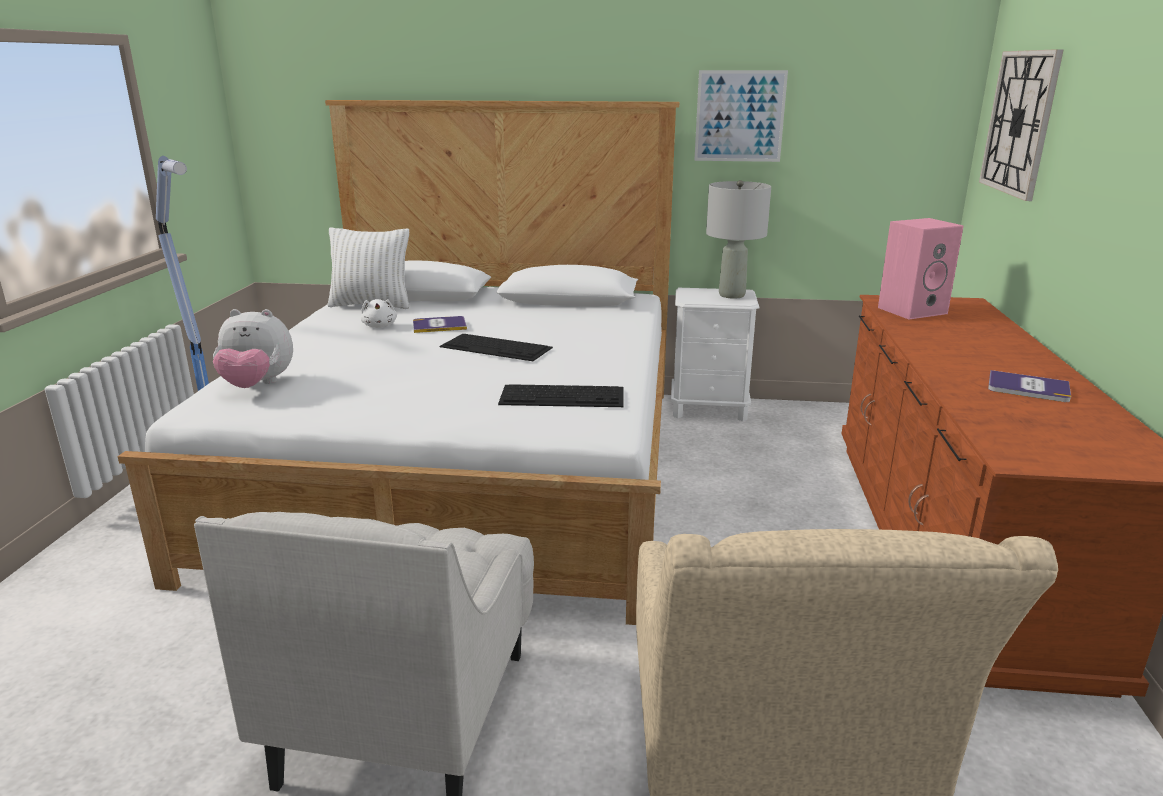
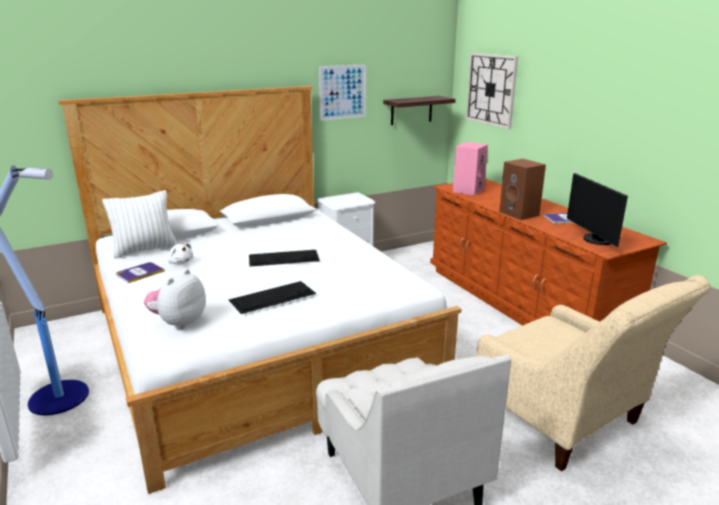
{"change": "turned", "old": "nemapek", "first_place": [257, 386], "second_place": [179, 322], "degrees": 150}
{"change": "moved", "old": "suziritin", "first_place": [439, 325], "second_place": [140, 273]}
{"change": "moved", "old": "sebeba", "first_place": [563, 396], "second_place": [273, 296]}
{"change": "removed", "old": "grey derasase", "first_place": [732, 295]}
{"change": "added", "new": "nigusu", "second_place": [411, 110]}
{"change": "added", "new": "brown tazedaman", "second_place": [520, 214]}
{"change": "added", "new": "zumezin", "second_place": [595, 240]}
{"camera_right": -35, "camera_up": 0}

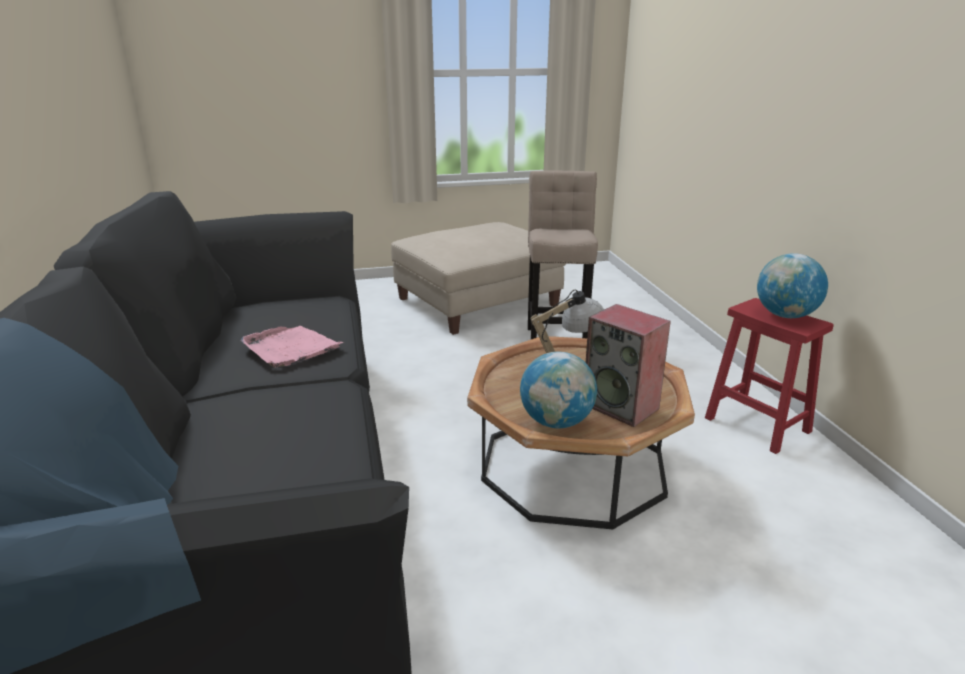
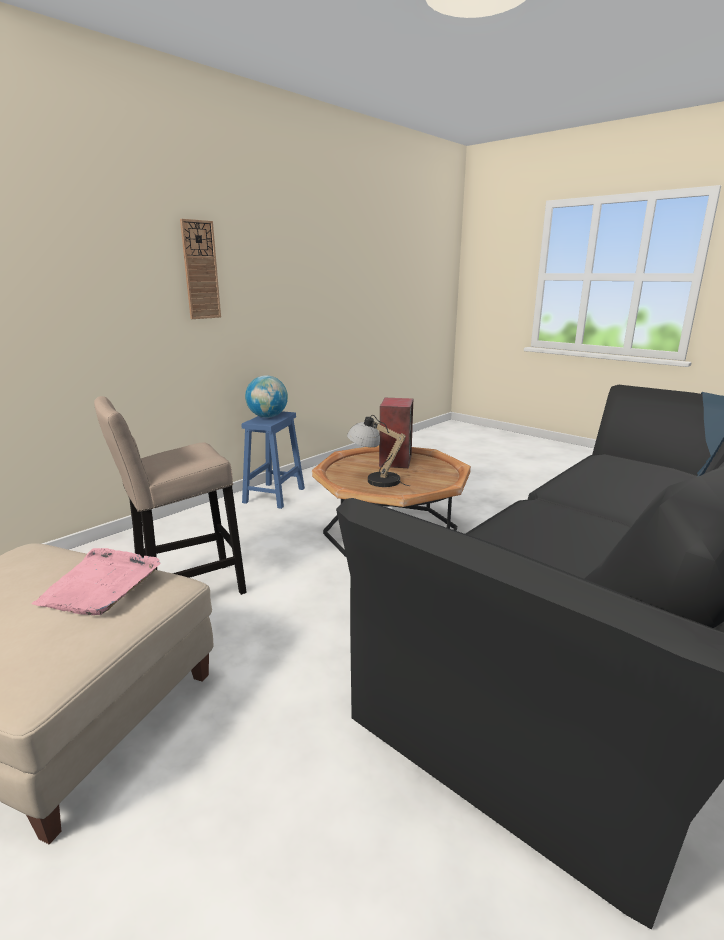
{"change": "moved", "old": "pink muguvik", "first_place": [290, 348], "second_place": [101, 584]}
{"change": "removed", "old": "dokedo", "first_place": [556, 422]}
{"change": "recoloured", "old": "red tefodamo", "new": "blue tefodamo", "first_place": [759, 425], "second_place": [274, 495]}
{"change": "added", "new": "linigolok", "second_place": [200, 270]}
{"camera_right": -125, "camera_up": -5}

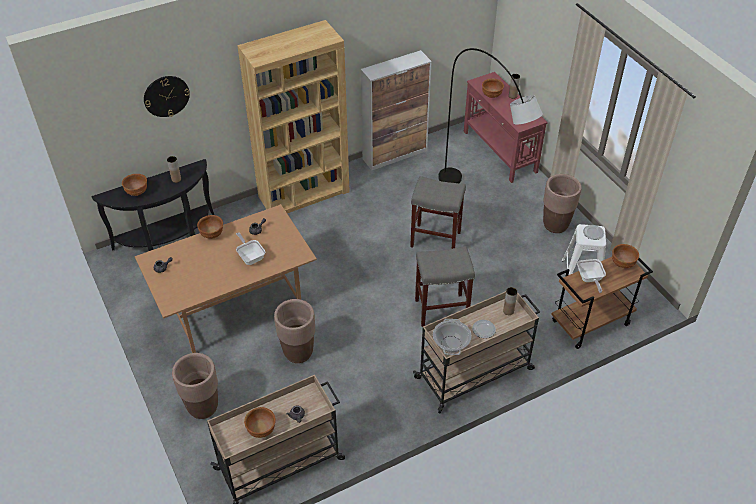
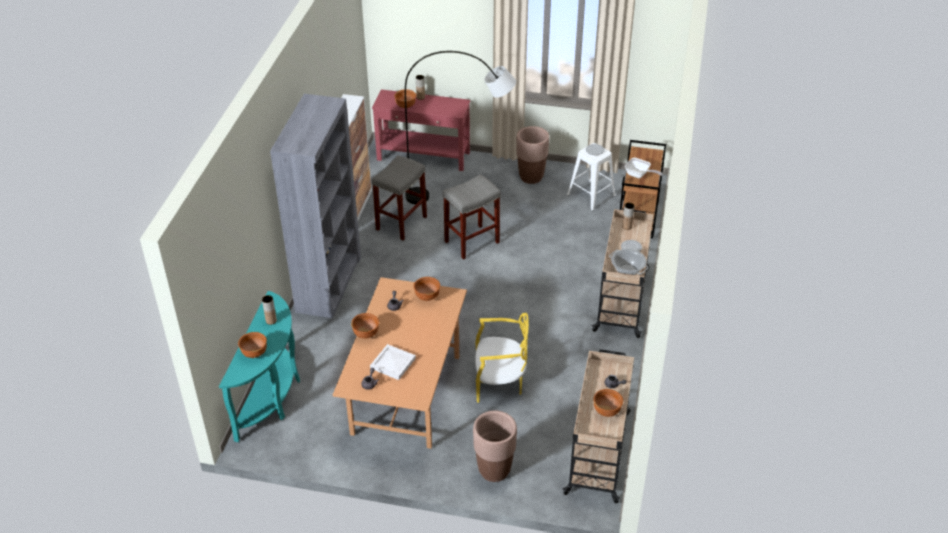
{"change": "recoloured", "old": "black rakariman", "new": "turquoise rakariman", "first_place": [168, 239], "second_place": [272, 397]}
{"change": "removed", "old": "linigolok", "first_place": [166, 96]}
{"change": "removed", "old": "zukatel", "first_place": [250, 256]}
{"change": "recoloured", "old": "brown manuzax", "new": "grey manuzax", "first_place": [304, 194], "second_place": [329, 284]}
{"change": "replaced", "old": "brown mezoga", "new": "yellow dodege", "first_place": [298, 353], "second_place": [499, 382]}
{"change": "moved", "old": "grey tefodamo", "first_place": [442, 309], "second_place": [401, 222]}
{"change": "moved", "old": "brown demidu", "first_place": [623, 263], "second_place": [427, 296]}
{"change": "added", "new": "white muguvik", "second_place": [392, 363]}
{"camera_right": -50, "camera_up": -5}

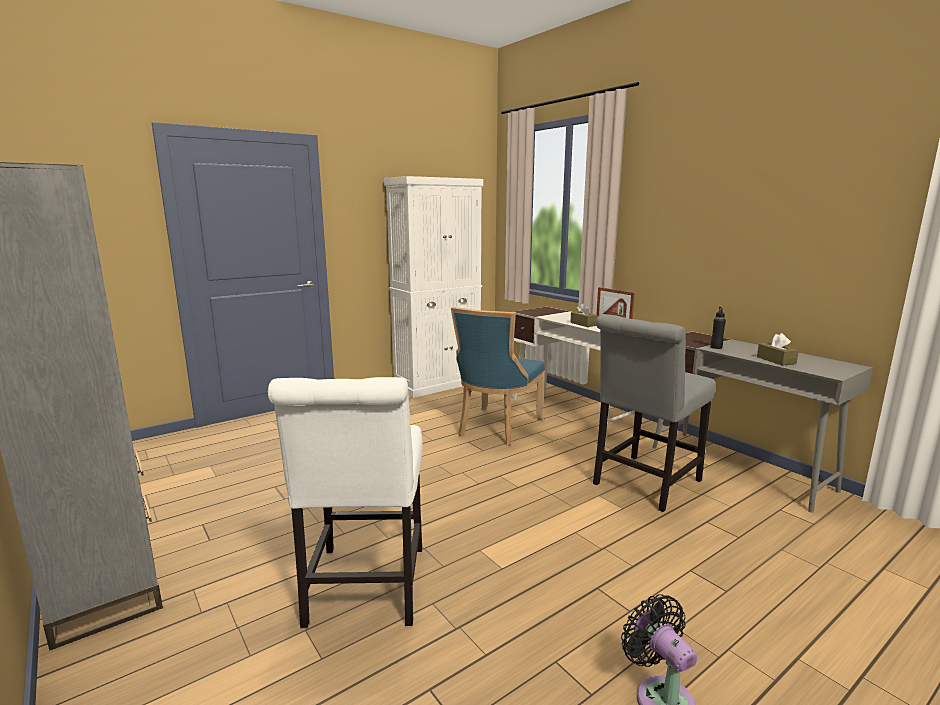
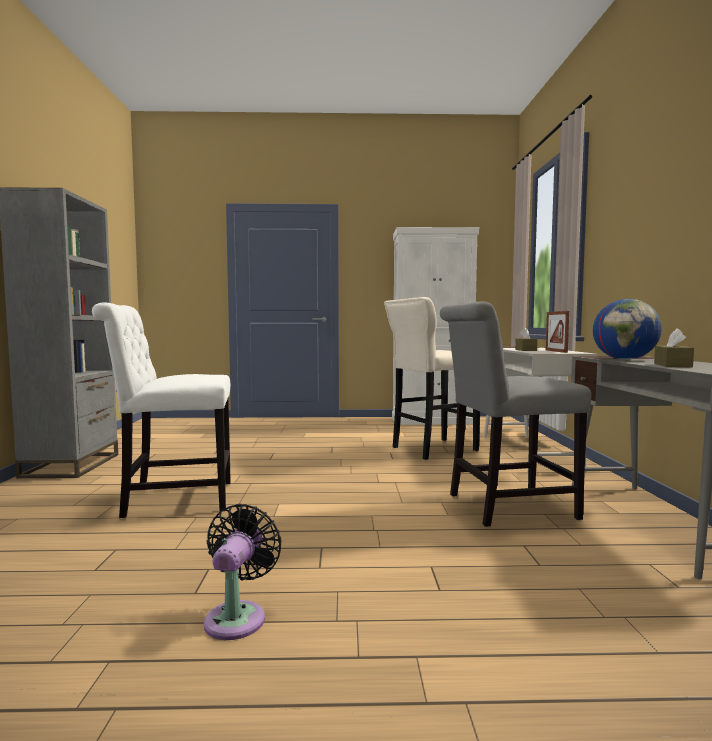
{"change": "turned", "old": "white dodege", "first_place": [364, 590], "second_place": [173, 500], "degrees": 45}
{"change": "replaced", "old": "blue dodege", "new": "beige tefodamo", "first_place": [497, 428], "second_place": [431, 449]}
{"change": "replaced", "old": "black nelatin", "new": "dokedo", "first_place": [716, 347], "second_place": [625, 359]}
{"camera_right": 35, "camera_up": -10}

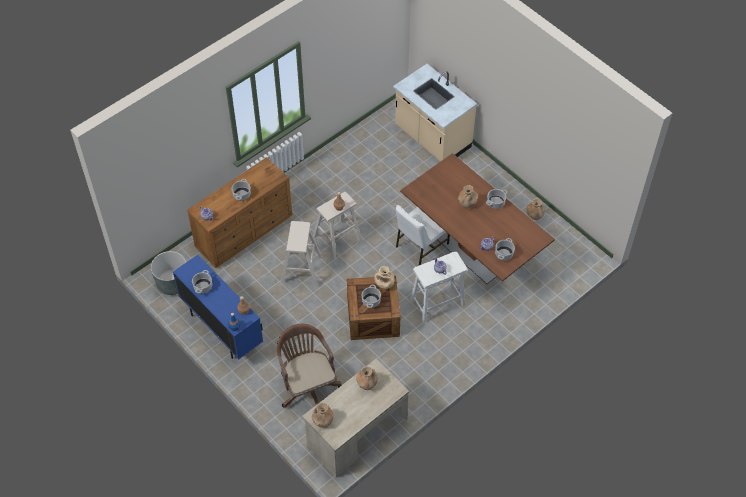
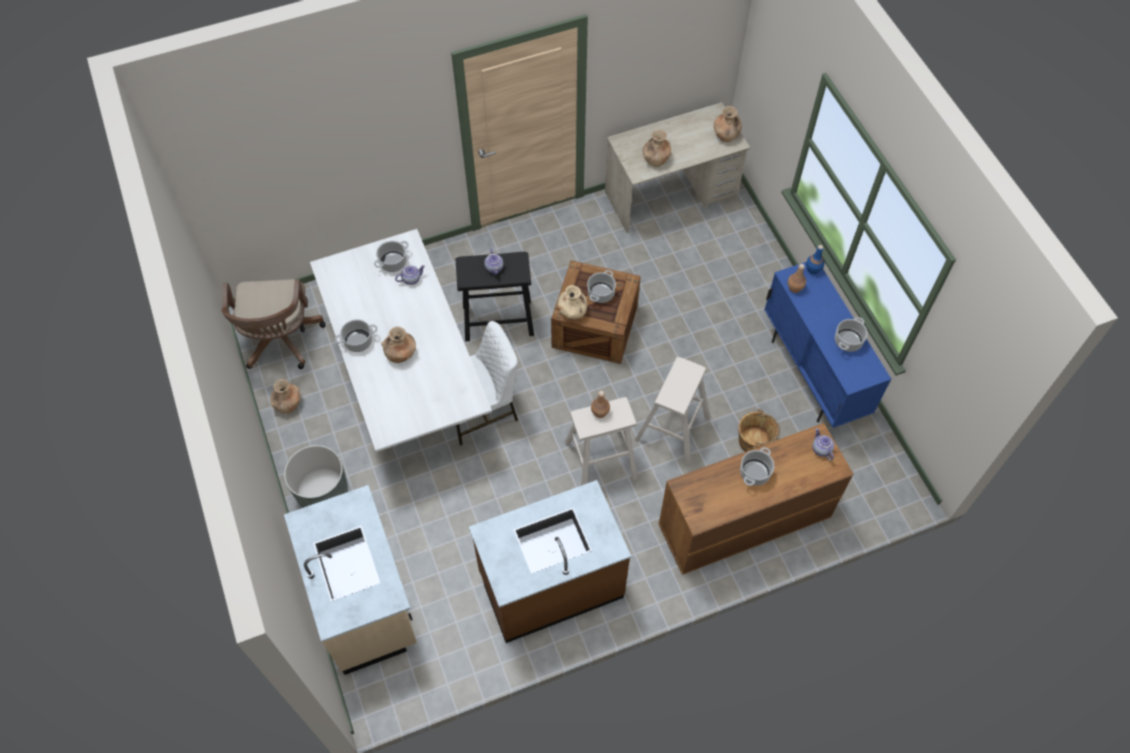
{"change": "moved", "old": "grey mezoga", "first_place": [172, 283], "second_place": [323, 492]}
{"change": "moved", "old": "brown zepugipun", "first_place": [307, 386], "second_place": [280, 341]}
{"change": "recoloured", "old": "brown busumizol", "new": "white busumizol", "first_place": [472, 248], "second_place": [409, 381]}
{"change": "recoloured", "old": "white tefodamo", "new": "black tefodamo", "first_place": [437, 302], "second_place": [498, 319]}
{"change": "added", "new": "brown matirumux", "second_place": [550, 584]}
{"change": "added", "new": "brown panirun", "second_place": [754, 441]}
{"camera_right": -160, "camera_up": 5}

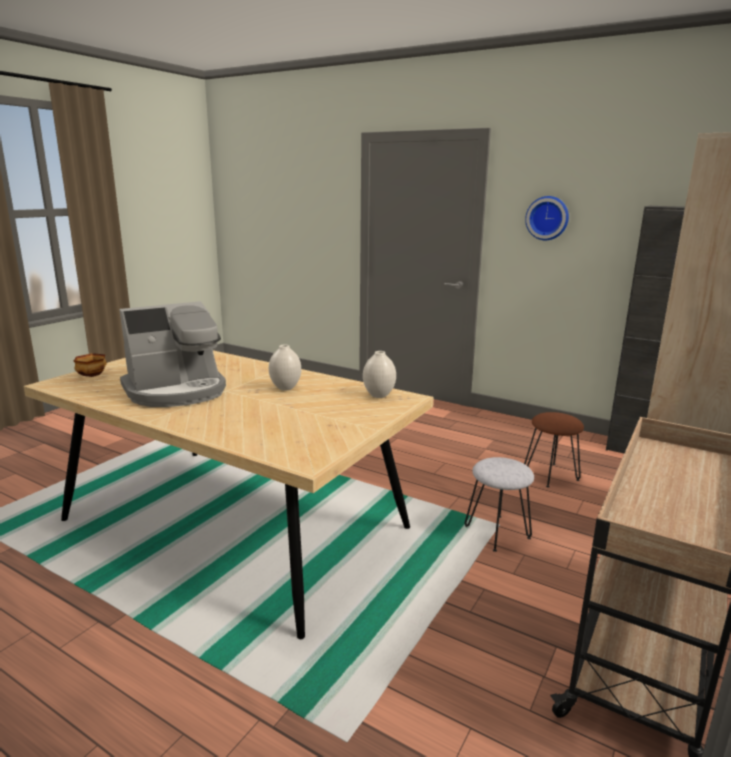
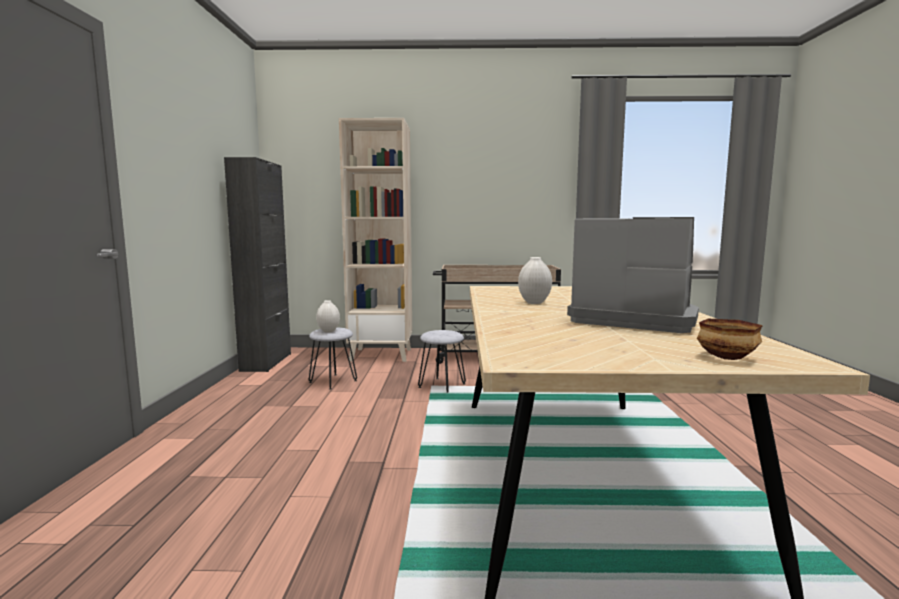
{"change": "moved", "old": "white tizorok", "first_place": [379, 395], "second_place": [328, 331]}
{"change": "recoloured", "old": "brown tefodamo", "new": "grey tefodamo", "first_place": [551, 475], "second_place": [333, 381]}
{"change": "removed", "old": "linigolok", "first_place": [547, 218]}
{"camera_right": -120, "camera_up": -10}

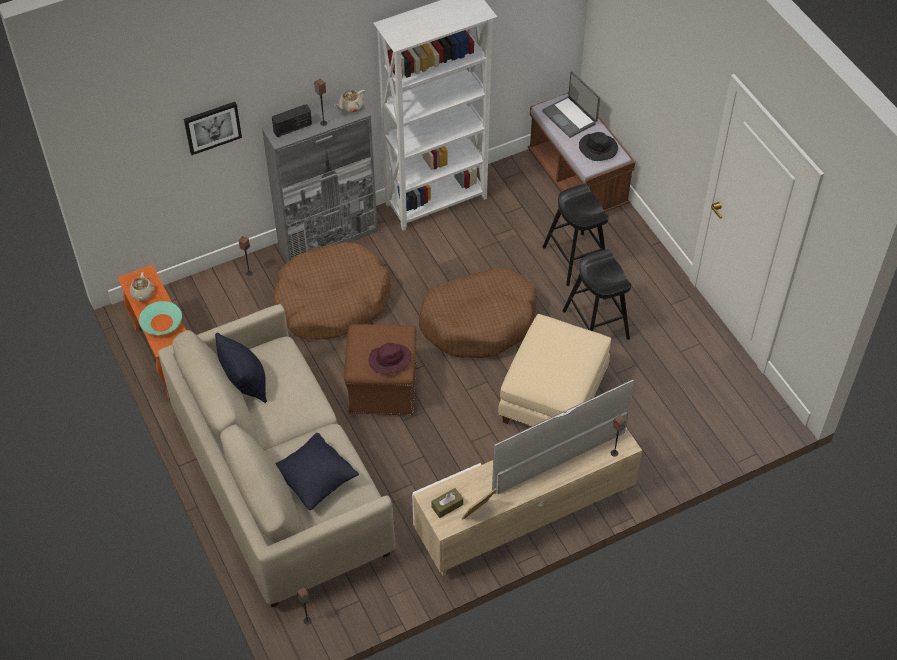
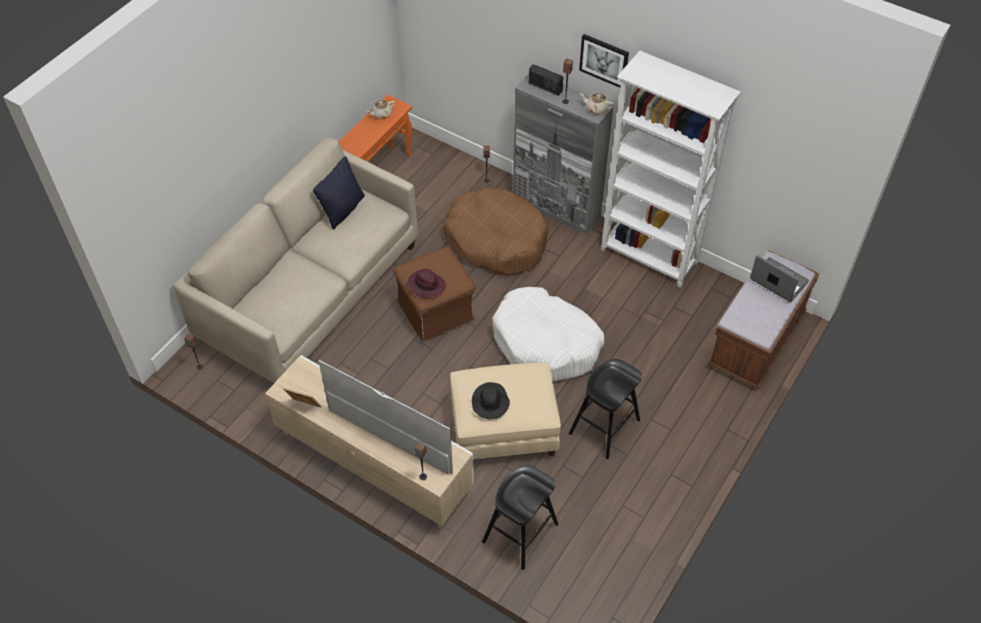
{"change": "removed", "old": "turquoise demidu", "first_place": [161, 322]}
{"change": "moved", "old": "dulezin", "first_place": [212, 127], "second_place": [604, 60]}
{"change": "removed", "old": "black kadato", "first_place": [315, 480]}
{"change": "recoloured", "old": "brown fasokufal", "new": "white fasokufal", "first_place": [479, 322], "second_place": [546, 343]}
{"change": "removed", "old": "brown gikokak", "first_place": [447, 506]}
{"change": "turned", "old": "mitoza", "first_place": [570, 117], "second_place": [778, 281], "degrees": 105}
{"change": "moved", "old": "black tefodamo", "first_place": [575, 259], "second_place": [520, 533]}
{"change": "moved", "old": "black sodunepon", "first_place": [598, 149], "second_place": [490, 403]}
{"camera_right": 60, "camera_up": 0}

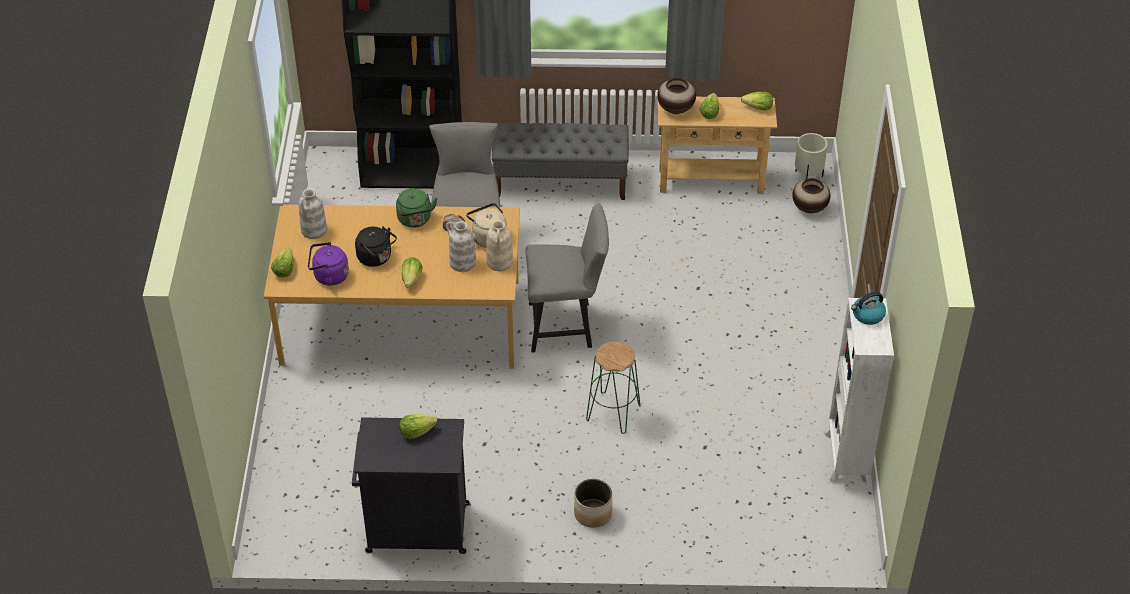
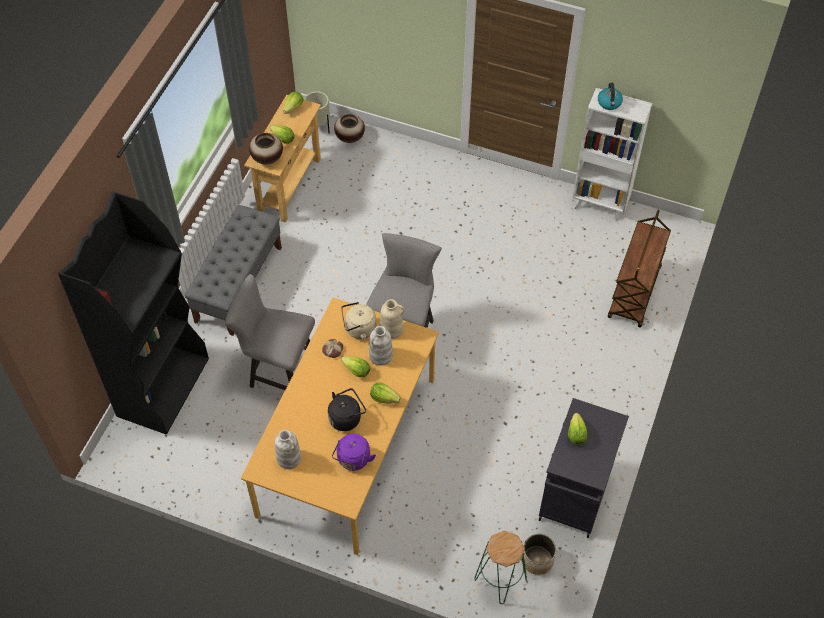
{"change": "moved", "old": "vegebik", "first_place": [284, 270], "second_place": [356, 371]}
{"change": "removed", "old": "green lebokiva", "first_place": [415, 220]}
{"change": "moved", "old": "mezoga", "first_place": [593, 514], "second_place": [537, 560]}
{"change": "moved", "old": "green tefodamo", "first_place": [612, 413], "second_place": [500, 579]}
{"change": "added", "new": "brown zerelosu", "second_place": [634, 293]}
{"camera_right": -70, "camera_up": 10}

